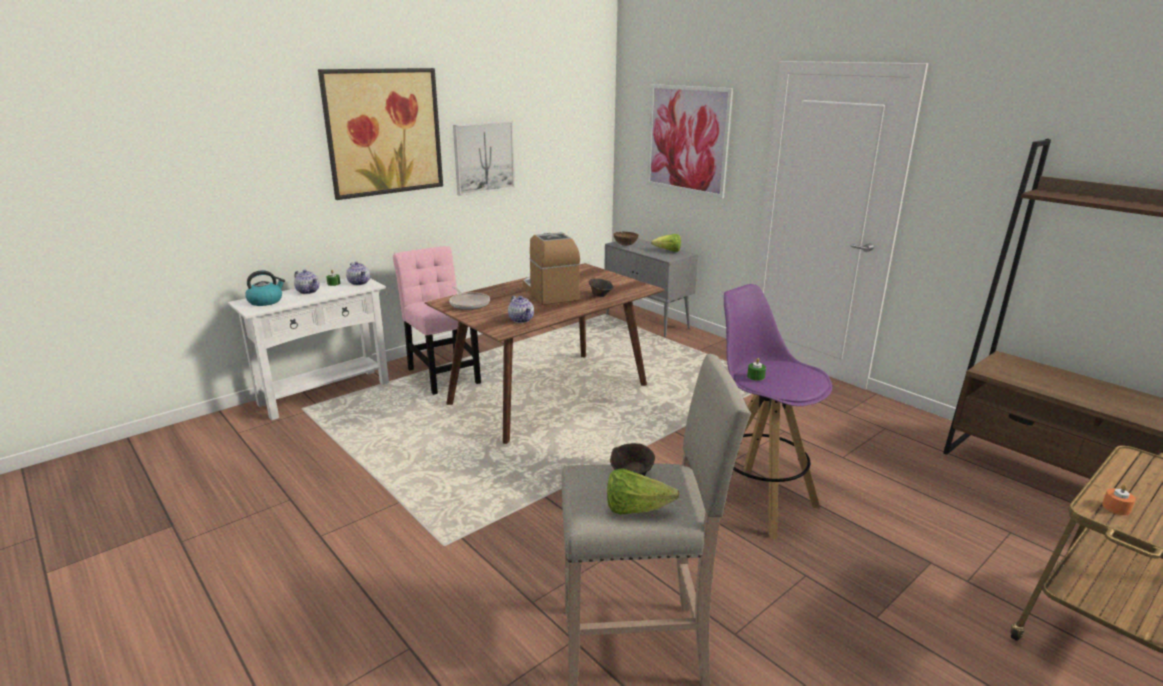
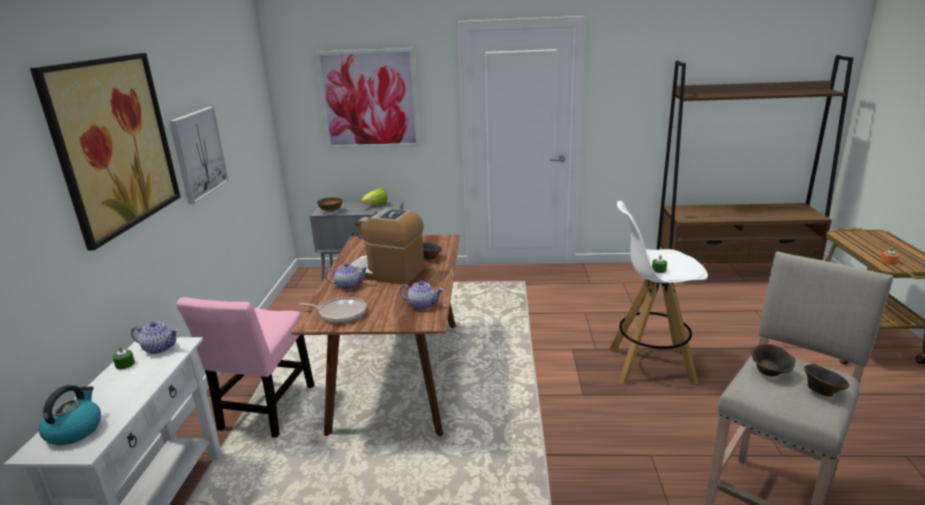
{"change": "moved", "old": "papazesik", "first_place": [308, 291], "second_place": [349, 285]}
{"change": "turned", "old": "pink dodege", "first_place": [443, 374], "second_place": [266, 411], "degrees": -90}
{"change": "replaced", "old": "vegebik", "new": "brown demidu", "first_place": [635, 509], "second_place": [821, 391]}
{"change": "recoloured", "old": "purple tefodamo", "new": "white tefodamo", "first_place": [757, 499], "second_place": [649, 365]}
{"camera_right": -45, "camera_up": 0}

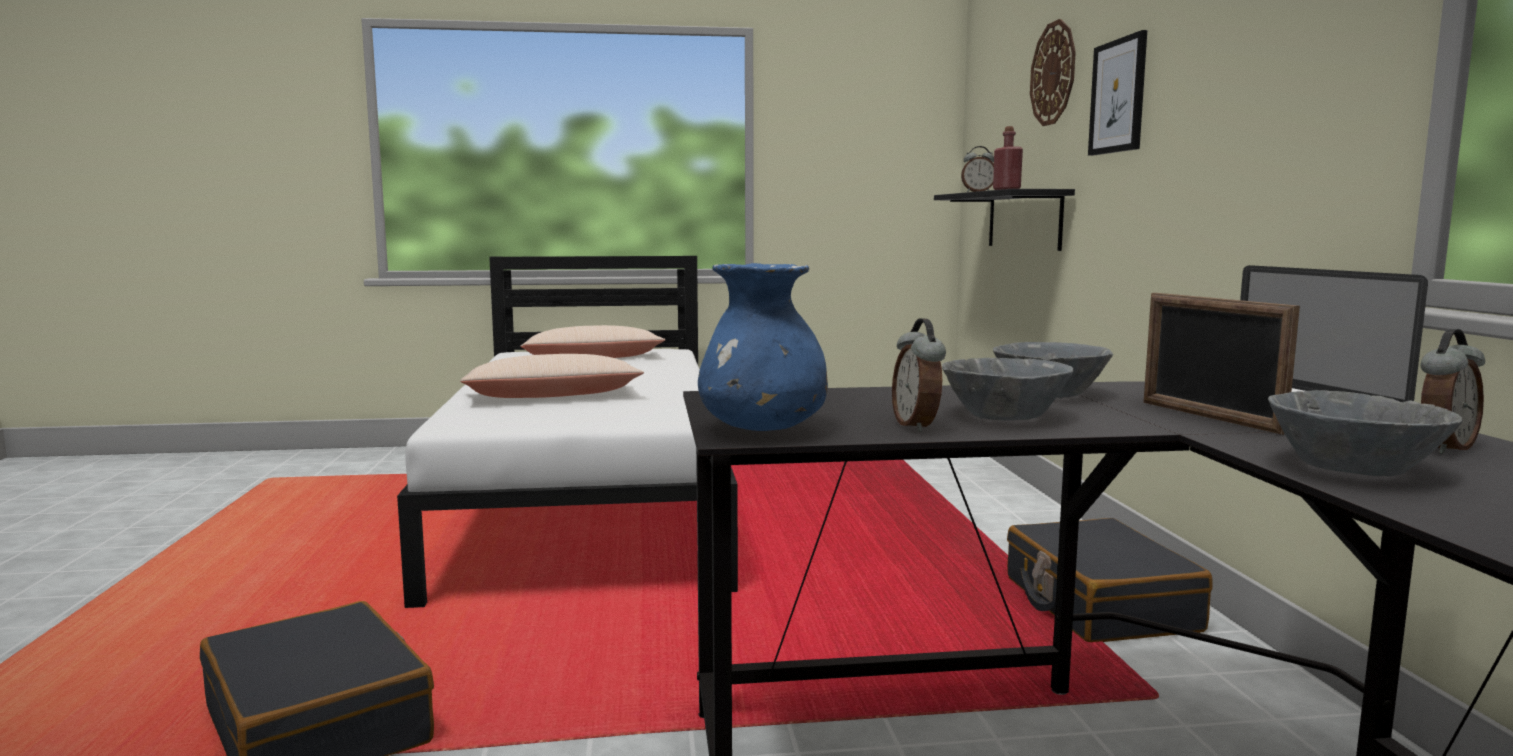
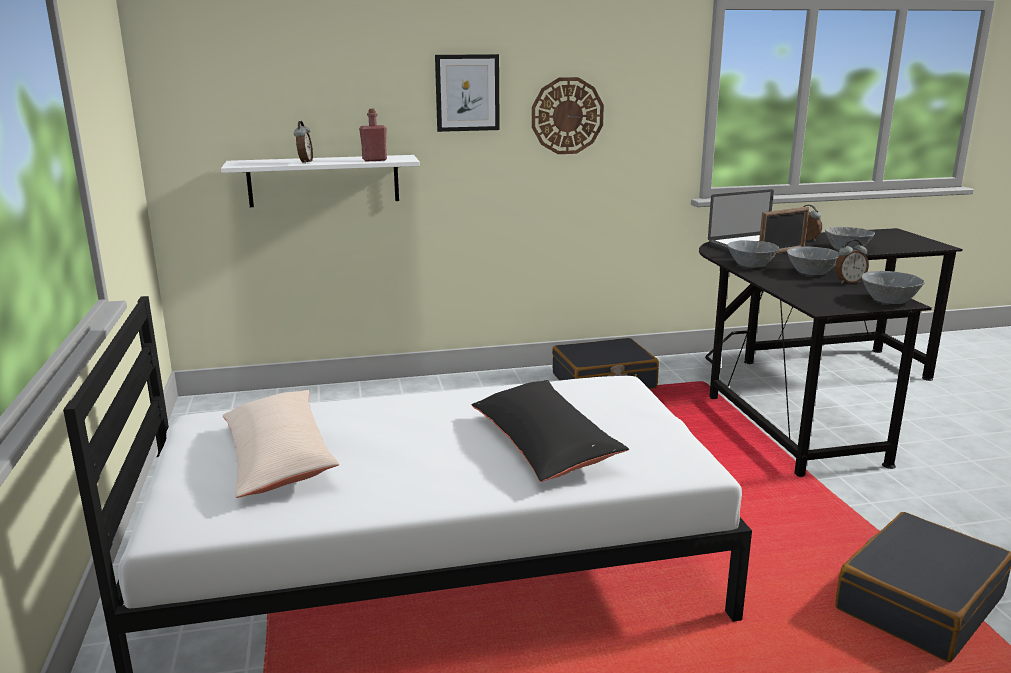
{"change": "recoloured", "old": "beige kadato", "new": "black kadato", "first_place": [551, 397], "second_place": [543, 445]}
{"change": "replaced", "old": "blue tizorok", "new": "grey demidu", "first_place": [762, 430], "second_place": [888, 300]}
{"change": "recoloured", "old": "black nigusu", "new": "white nigusu", "first_place": [1024, 220], "second_place": [324, 180]}
{"change": "moved", "old": "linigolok", "first_place": [1053, 73], "second_place": [567, 116]}
{"camera_right": -95, "camera_up": 10}

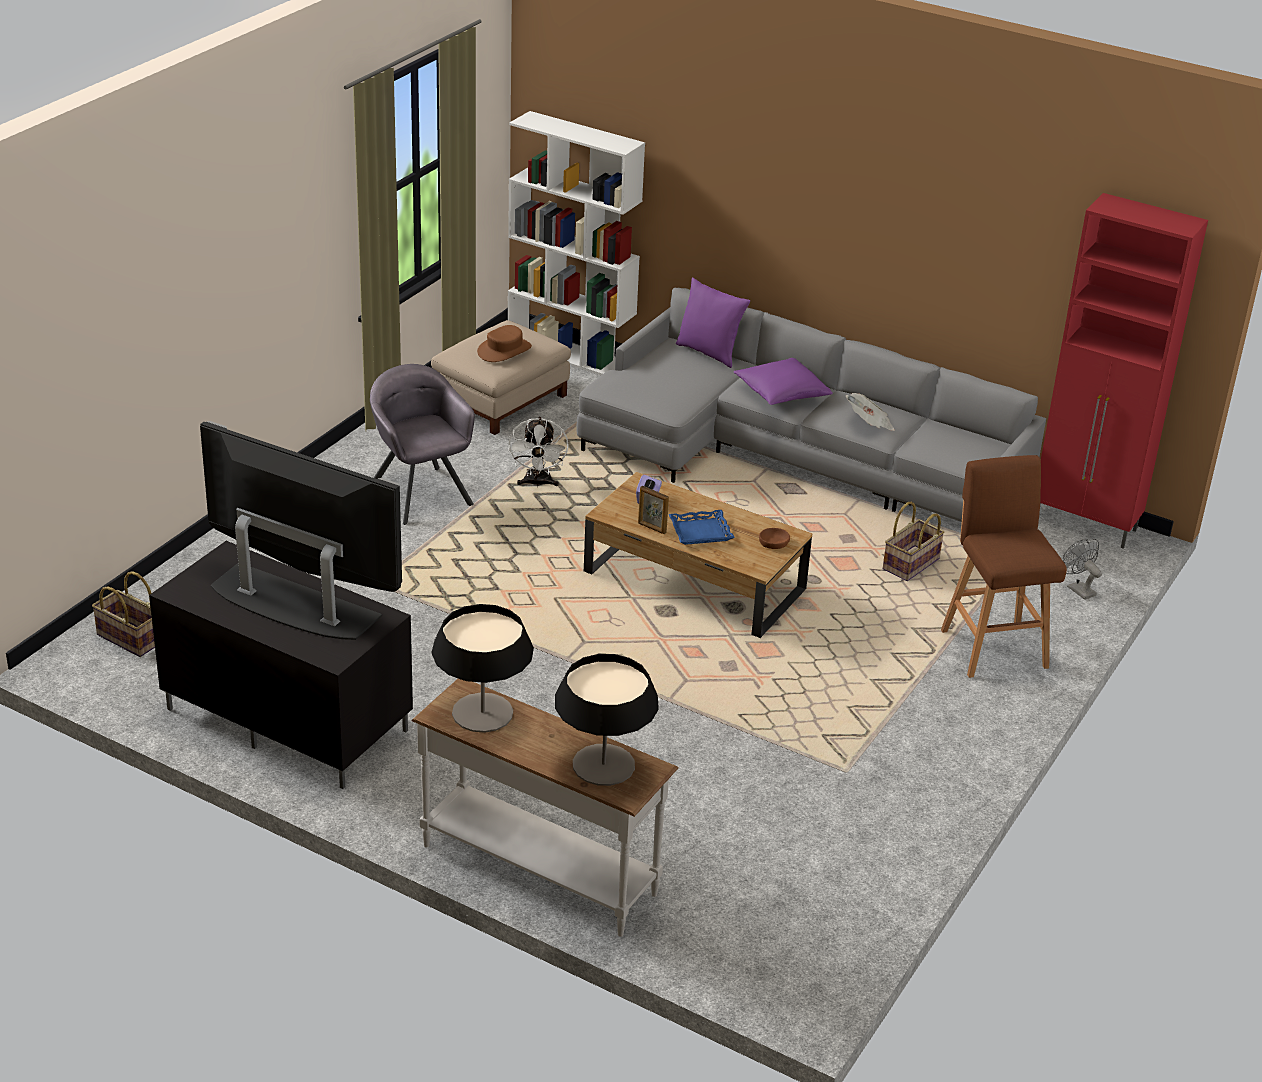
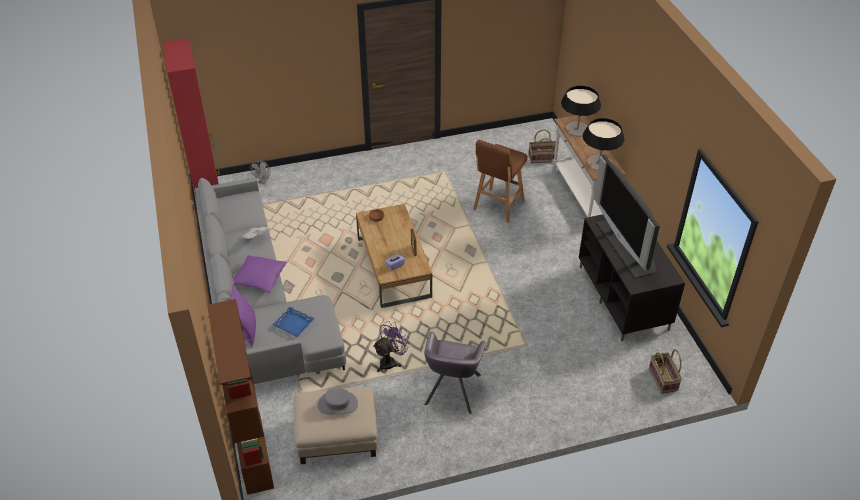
{"change": "recoloured", "old": "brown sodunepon", "new": "grey sodunepon", "first_place": [504, 350], "second_place": [337, 404]}
{"change": "recoloured", "old": "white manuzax", "new": "brown manuzax", "first_place": [571, 354], "second_place": [253, 451]}
{"change": "recoloured", "old": "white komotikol", "new": "purple komotikol", "first_place": [537, 483], "second_place": [390, 361]}
{"change": "moved", "old": "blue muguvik", "first_place": [700, 532], "second_place": [294, 324]}
{"change": "moved", "old": "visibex", "first_place": [911, 565], "second_place": [542, 158]}
{"change": "moved", "old": "brown tefodamo", "first_place": [992, 646], "second_place": [497, 207]}
{"camera_right": -135, "camera_up": 10}

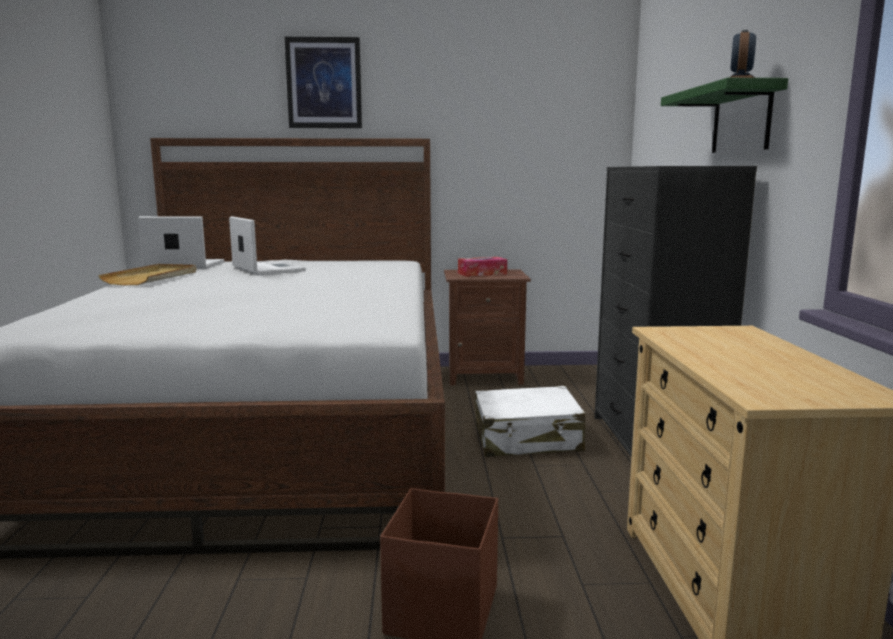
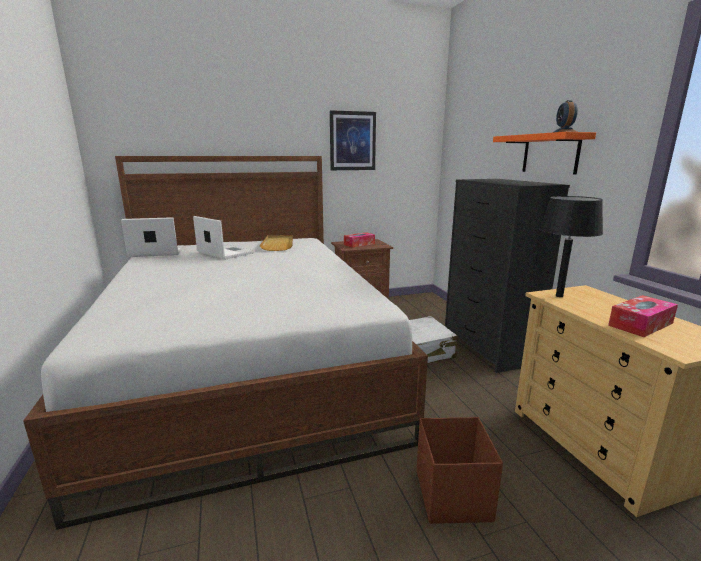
{"change": "moved", "old": "beige muguvik", "first_place": [152, 277], "second_place": [278, 244]}
{"change": "moved", "old": "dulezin", "first_place": [324, 83], "second_place": [352, 141]}
{"change": "recoloured", "old": "green nigusu", "new": "orange nigusu", "first_place": [741, 120], "second_place": [550, 154]}
{"change": "added", "new": "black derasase", "second_place": [559, 296]}
{"change": "added", "new": "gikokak", "second_place": [640, 324]}
{"camera_right": -15, "camera_up": 5}

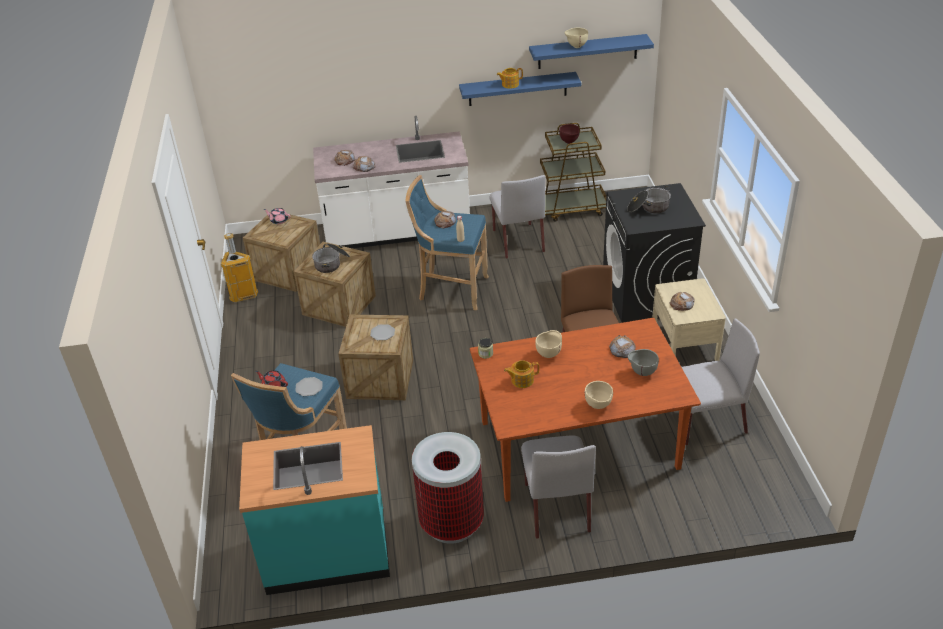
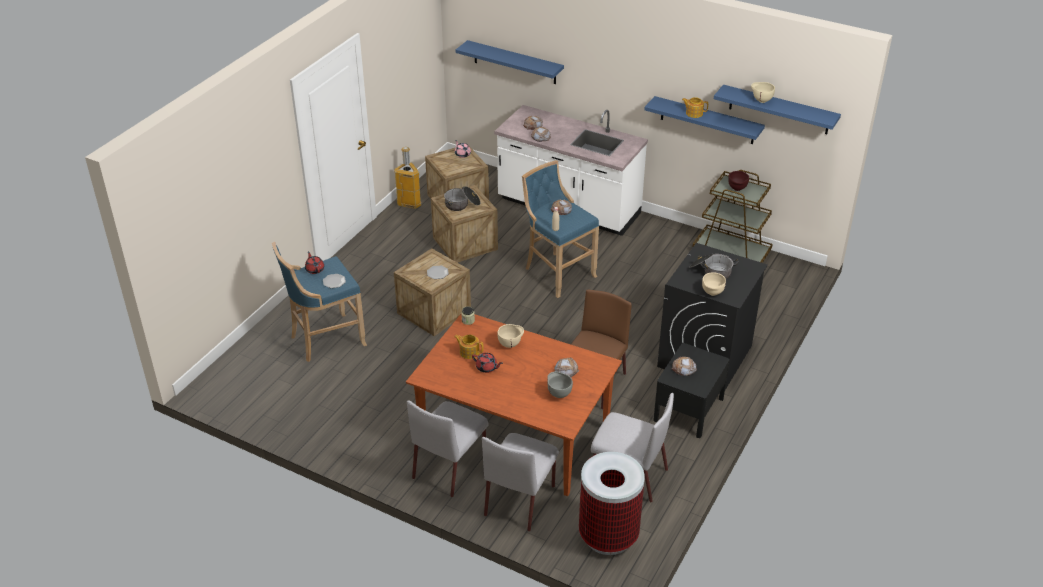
{"change": "removed", "old": "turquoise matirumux", "first_place": [327, 553]}
{"change": "moved", "old": "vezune", "first_place": [452, 522], "second_place": [608, 536]}
{"change": "moved", "old": "grey dodege", "first_place": [518, 240], "second_place": [520, 499]}
{"change": "moved", "old": "beige demidu", "first_place": [598, 406], "second_place": [712, 294]}
{"change": "recoloured", "old": "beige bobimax", "new": "black bobimax", "first_place": [684, 343], "second_place": [688, 409]}
{"change": "added", "new": "blue nigusu", "second_place": [514, 62]}
{"change": "added", "new": "red papazesik", "second_place": [487, 368]}
{"camera_right": 35, "camera_up": 0}

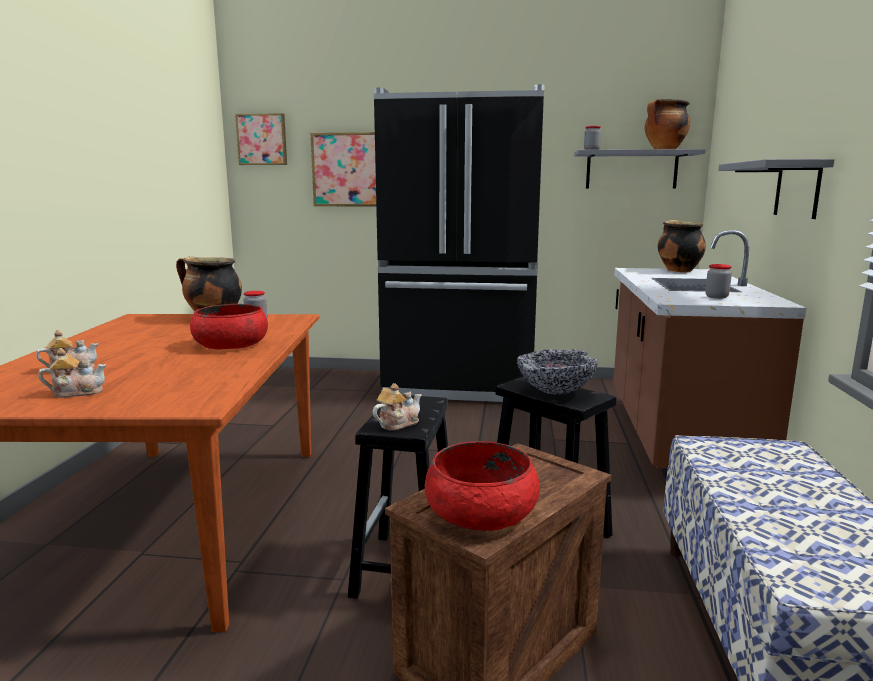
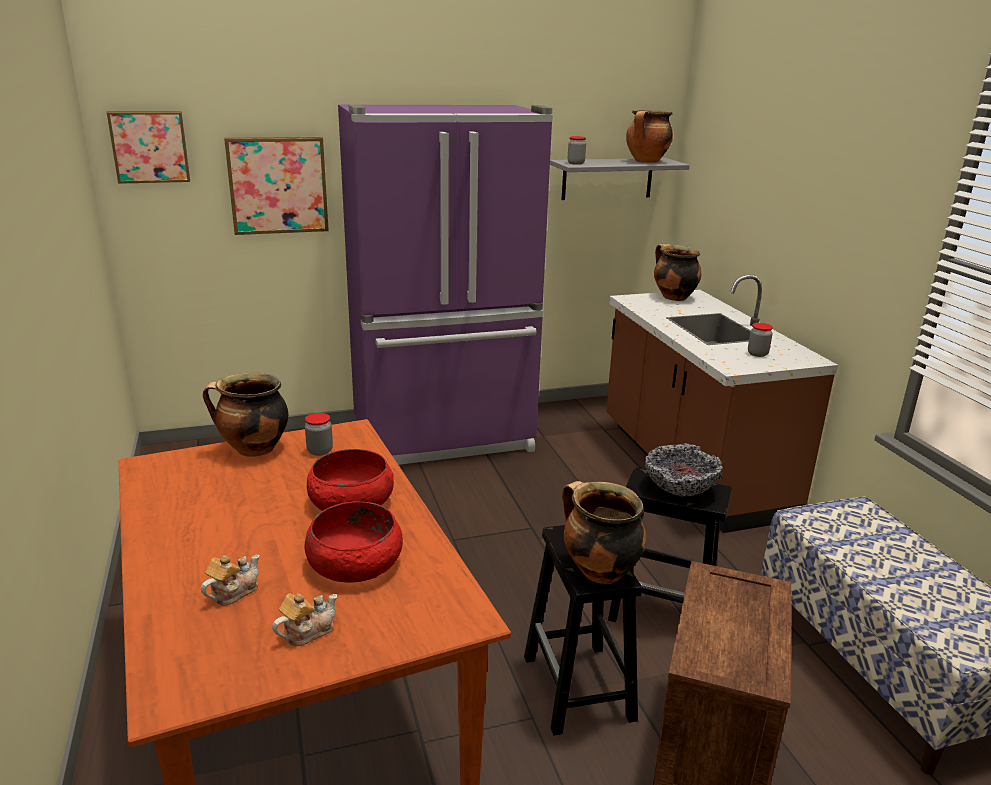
{"change": "replaced", "old": "papazesik", "new": "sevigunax", "first_place": [397, 423], "second_place": [598, 571]}
{"change": "recoloured", "old": "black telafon", "new": "purple telafon", "first_place": [460, 388], "second_place": [445, 439]}
{"change": "moved", "old": "red demidu", "first_place": [481, 511], "second_place": [355, 563]}
{"change": "removed", "old": "grey nigusu", "first_place": [797, 189]}
{"camera_right": -25, "camera_up": 10}

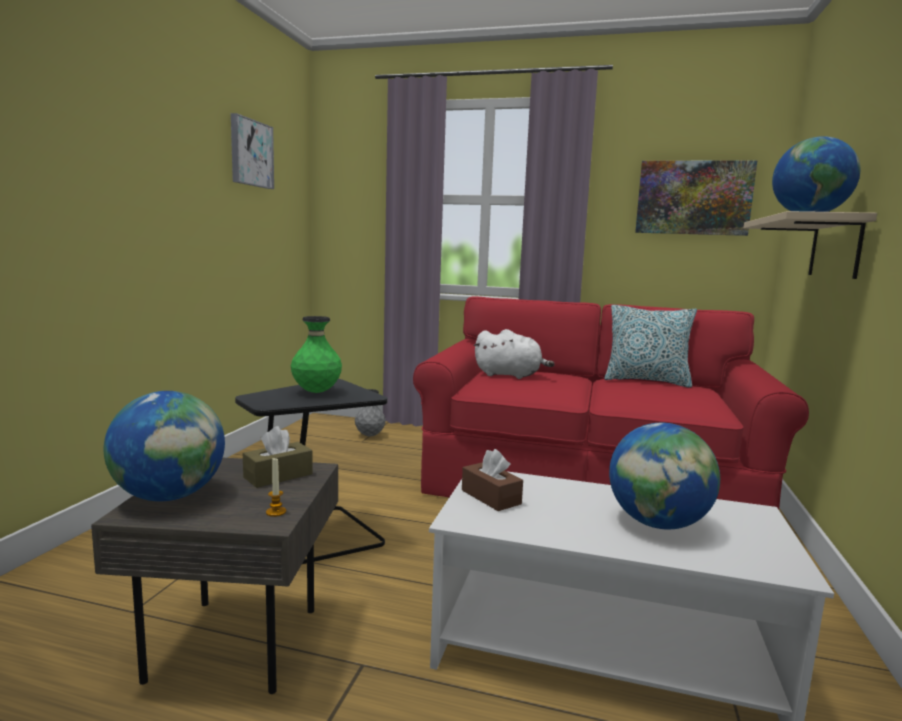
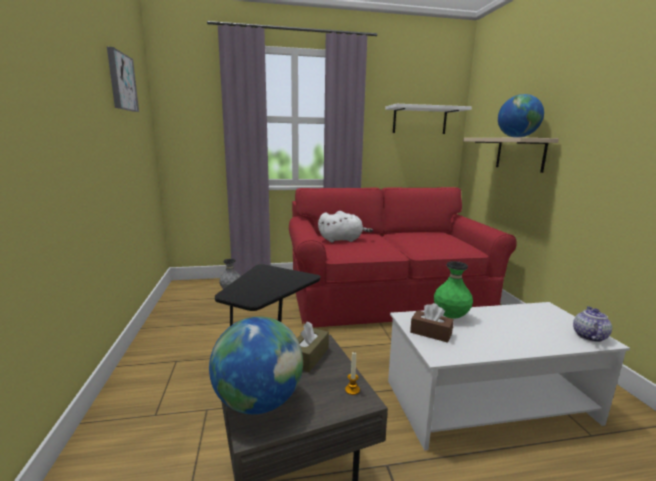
{"change": "moved", "old": "green tizorok", "first_place": [316, 392], "second_place": [450, 316]}
{"change": "removed", "old": "kadato", "first_place": [646, 381]}
{"change": "removed", "old": "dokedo", "first_place": [658, 524]}
{"change": "replaced", "old": "dulezin", "new": "white nigusu", "first_place": [693, 198], "second_place": [419, 120]}
{"change": "added", "new": "papazesik", "second_place": [588, 336]}
{"camera_right": -25, "camera_up": 5}

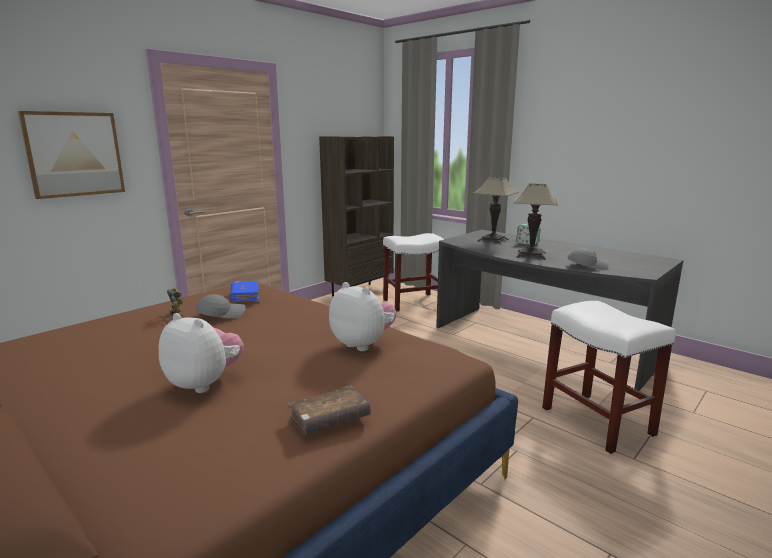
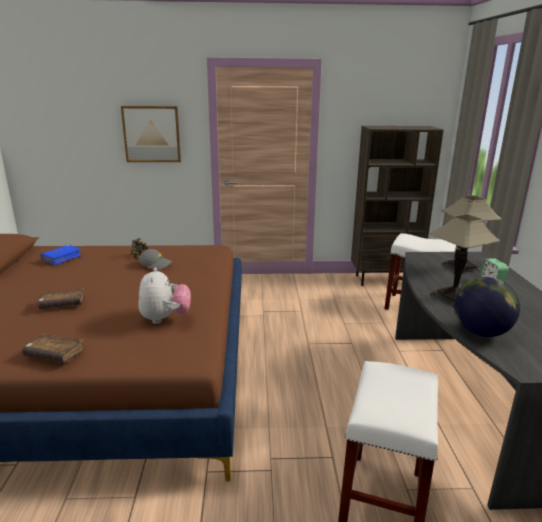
{"change": "replaced", "old": "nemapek", "new": "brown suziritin", "first_place": [205, 383], "second_place": [62, 304]}
{"change": "moved", "old": "blue suziritin", "first_place": [245, 297], "second_place": [62, 258]}
{"change": "replaced", "old": "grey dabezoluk", "new": "dokedo", "first_place": [587, 266], "second_place": [480, 332]}
{"camera_right": 45, "camera_up": 5}

